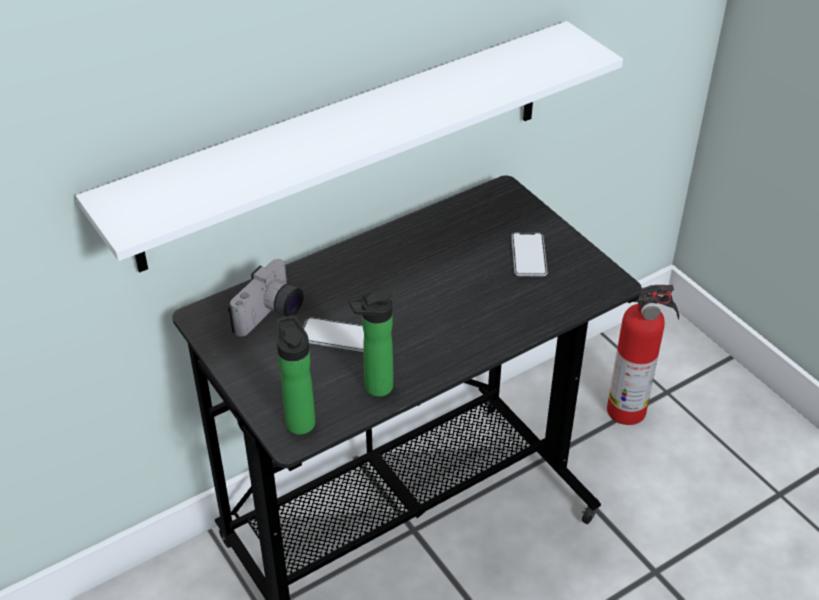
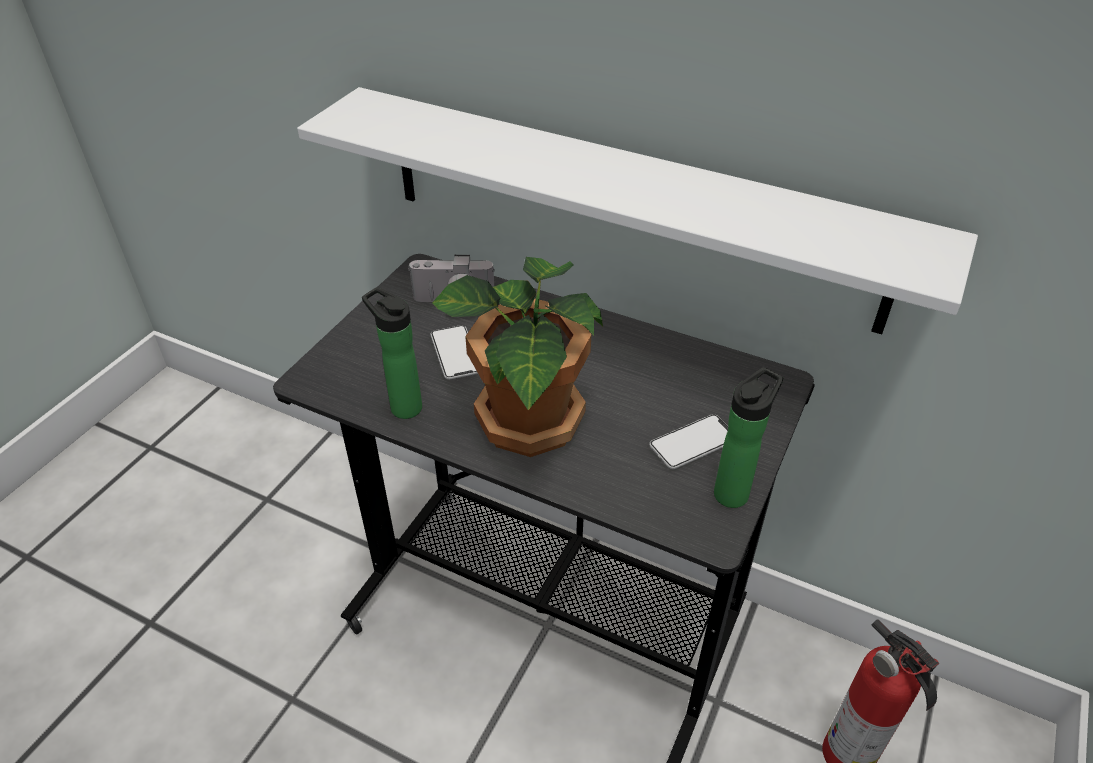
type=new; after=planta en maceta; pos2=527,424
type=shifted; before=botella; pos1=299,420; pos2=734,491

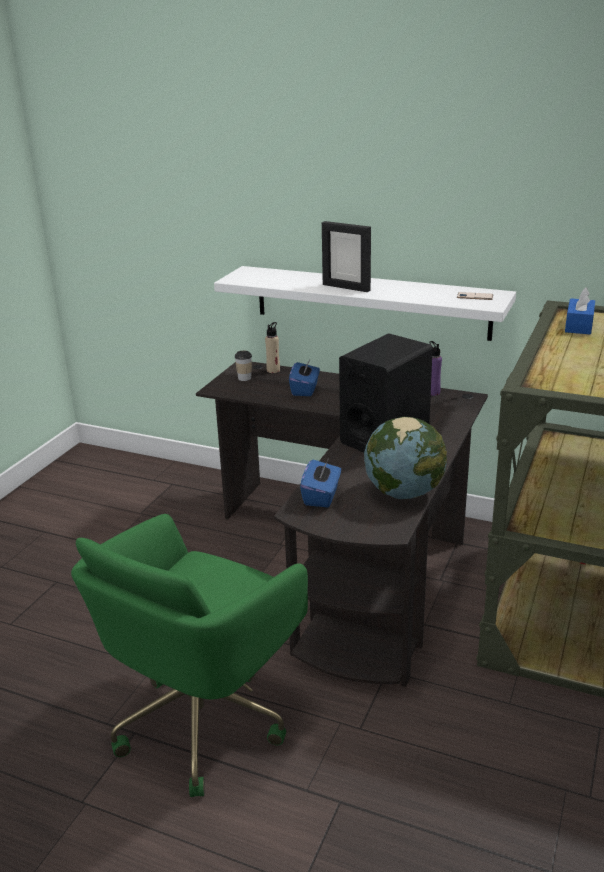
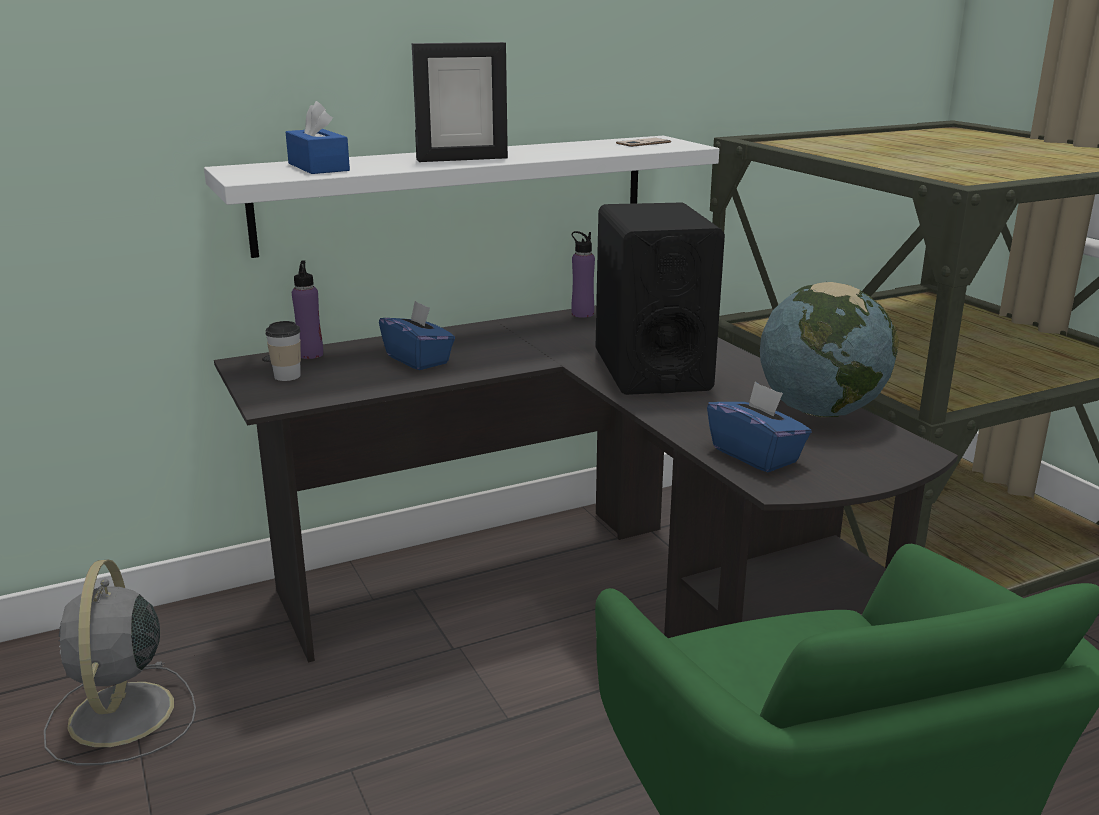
type=new; after=ventilador [gris]; pos2=121,717
type=shifted; before=caja de pañuelos [azul]; pos1=579,325; pos2=318,167
type=repainted; before=botella [beis]; after=botella [morado]; pos1=273,370; pos2=310,354

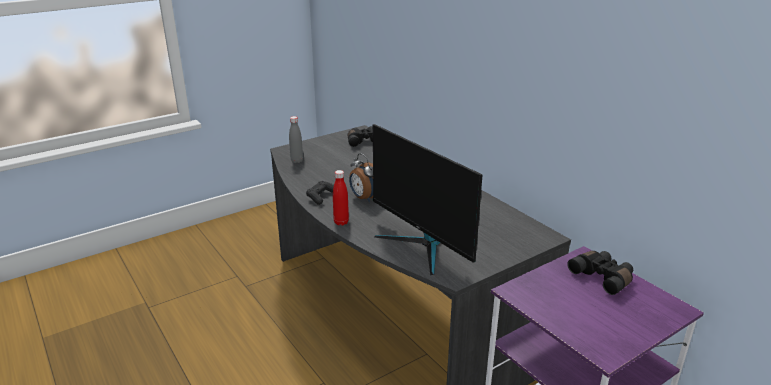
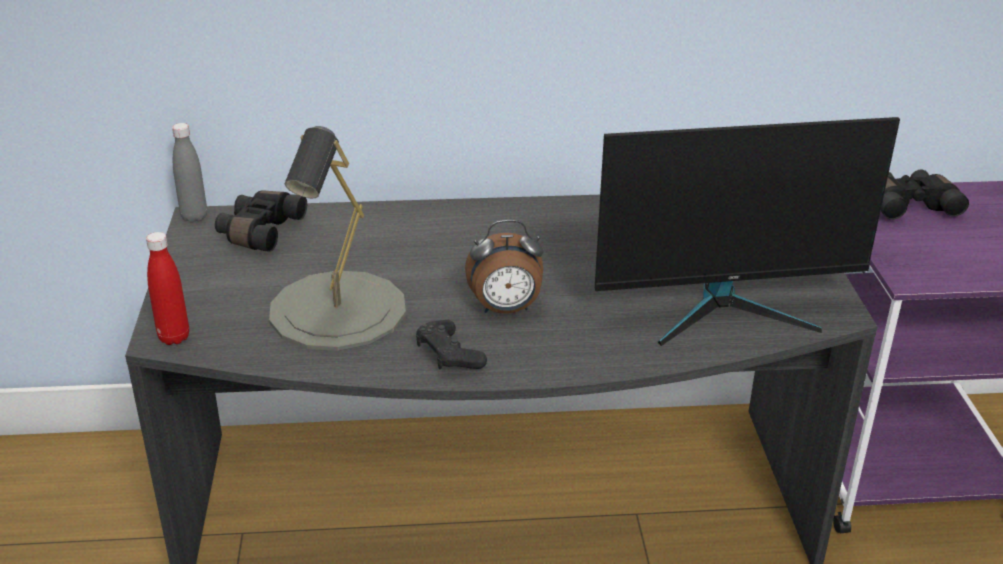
type=new; after=lámpara de mesa [gris]; pos2=338,310
type=shifted; before=botella [gris]; pos1=297,161; pos2=194,217
type=shifted; before=botella [rojo]; pos1=341,222; pos2=174,337

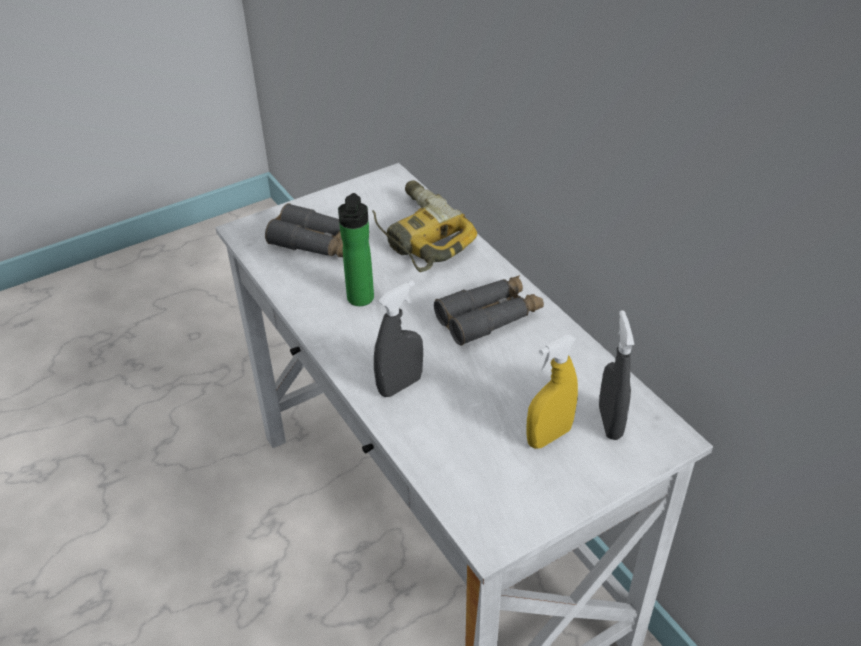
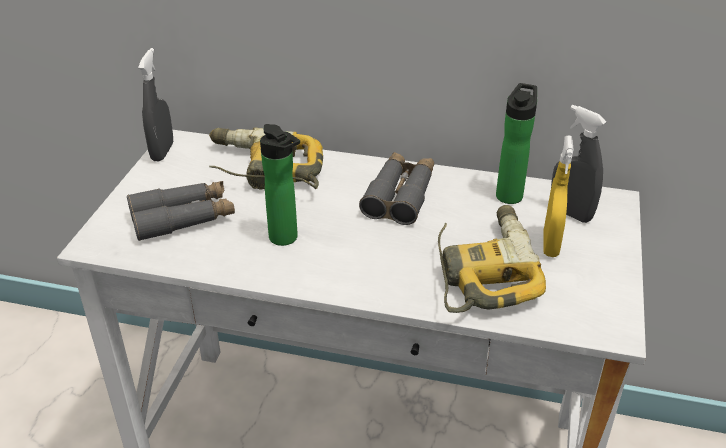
type=new; after=taladro; pos2=482,269
type=new; after=botella; pos2=510,194
type=shifted; before=pulverizador [gris]; pos1=400,385; pos2=162,152

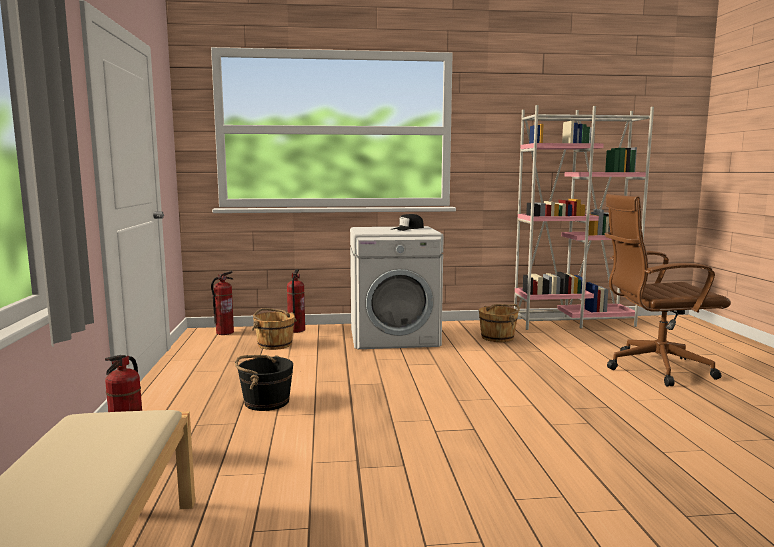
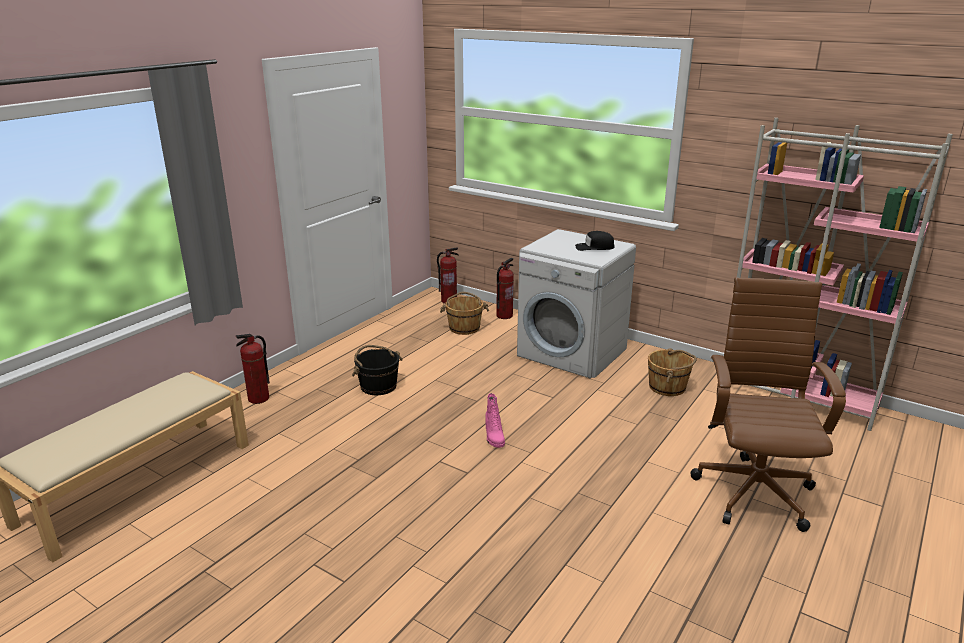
type=new; after=bota [rosa]; pos2=493,437
type=rotated; before=silla de oficina [marrón]; pos1=653,368; pos2=753,490; turn=60

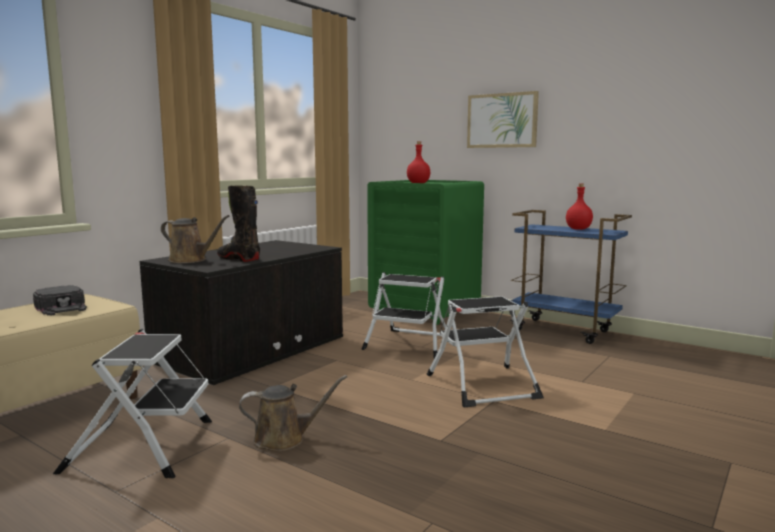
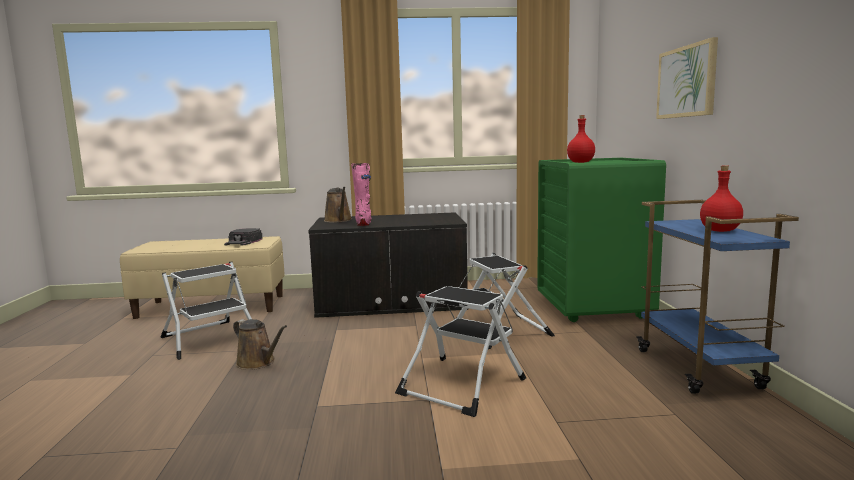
type=repainted; before=bota [negro]; after=bota [rosa]; pos1=239,259; pos2=363,223

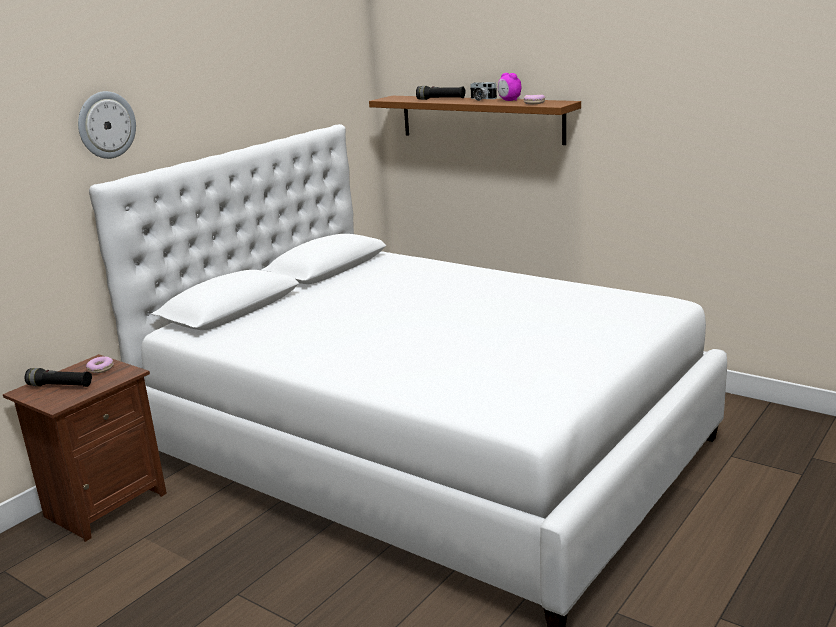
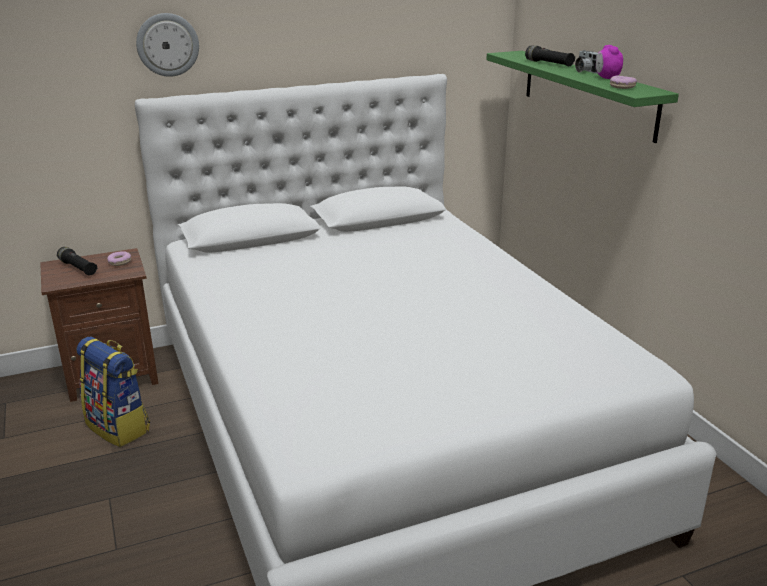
type=new; after=mochila; pos2=119,427
type=repainted; before=estante [marrón]; after=estante [verde]; pos1=480,119; pos2=587,93

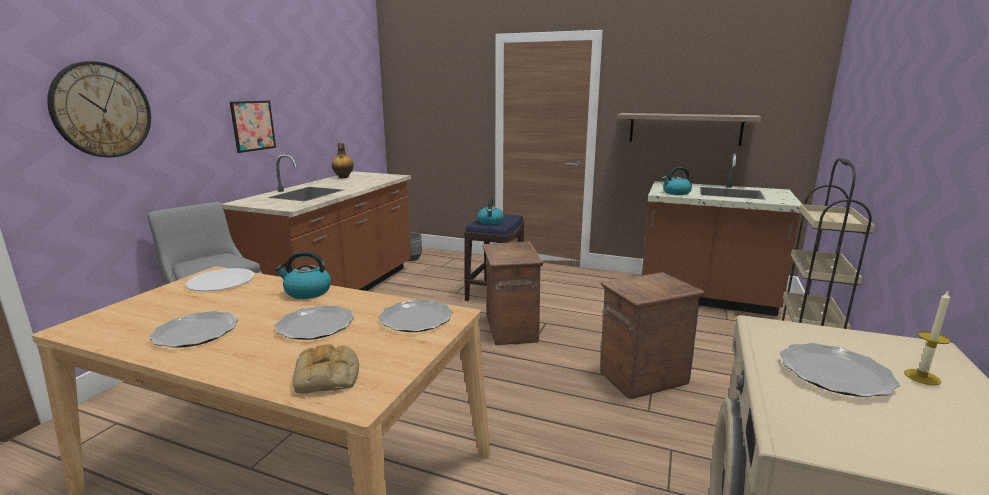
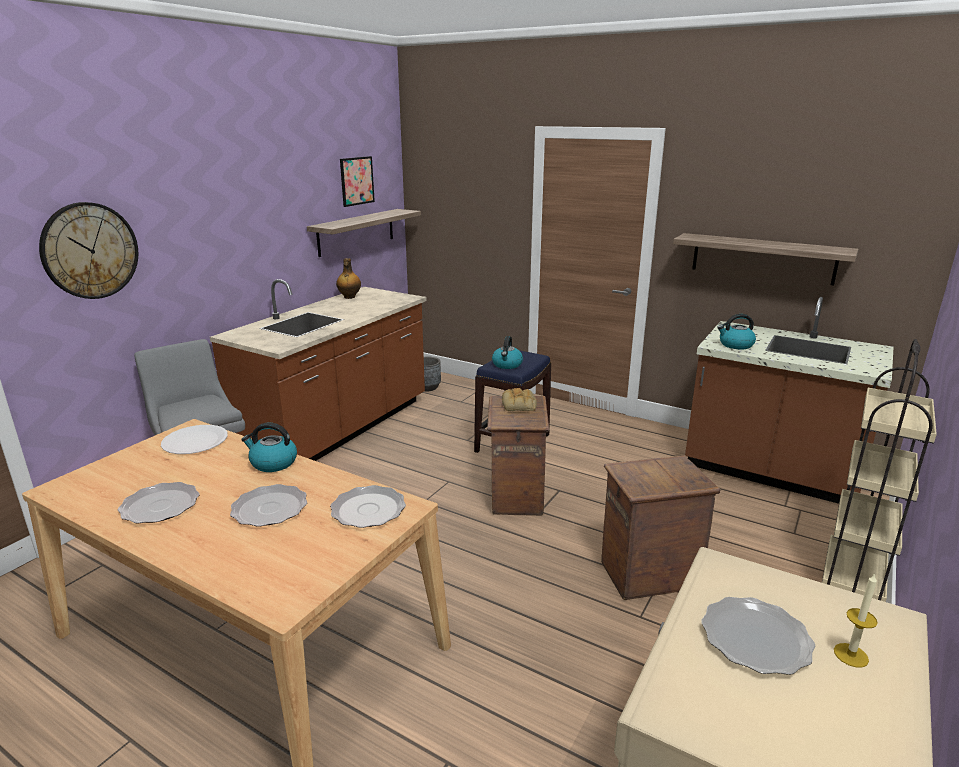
type=new; after=estante; pos2=356,232
type=shifted; before=cuadro; pos1=253,125; pos2=357,181
type=shifted; before=pan; pos1=328,376; pos2=519,405

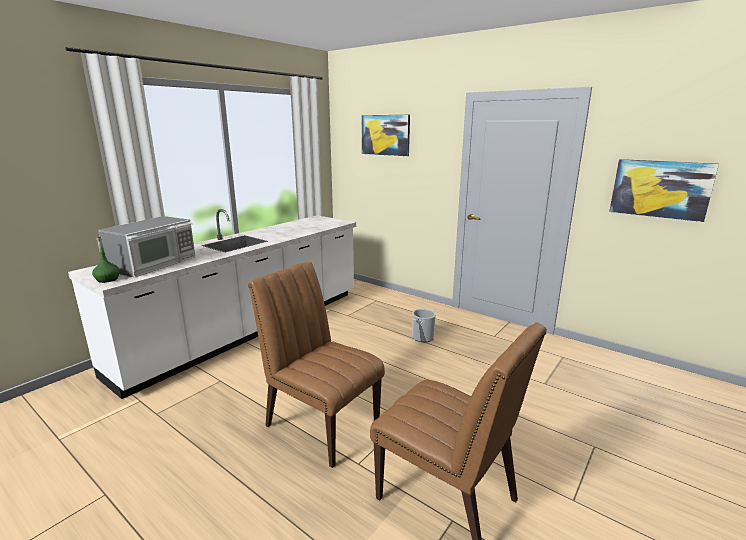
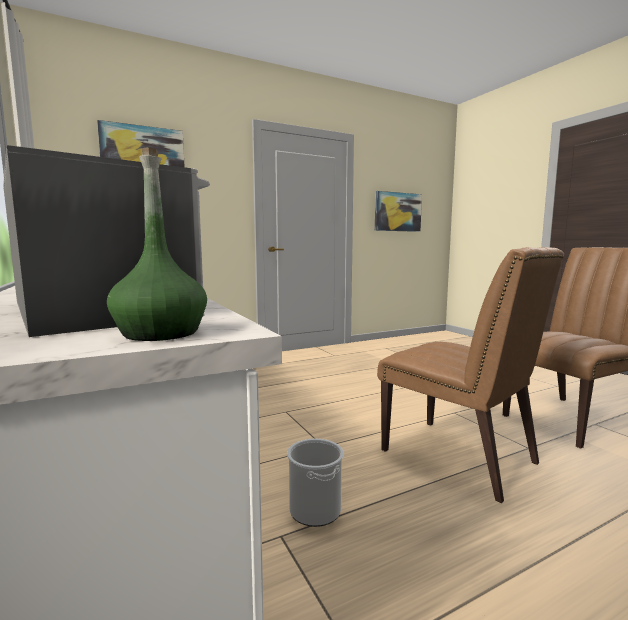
type=shifted; before=cubo; pos1=423,337; pos2=315,510
type=rotated; before=silla [marrón]; pos1=322,426; pos2=456,456; turn=-105

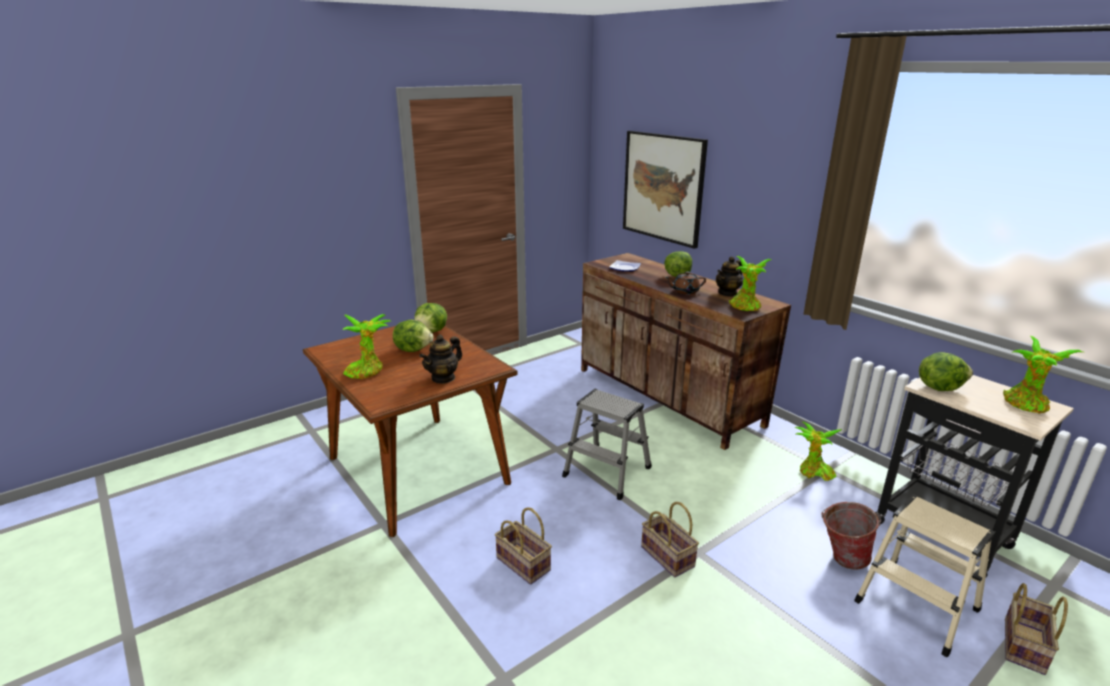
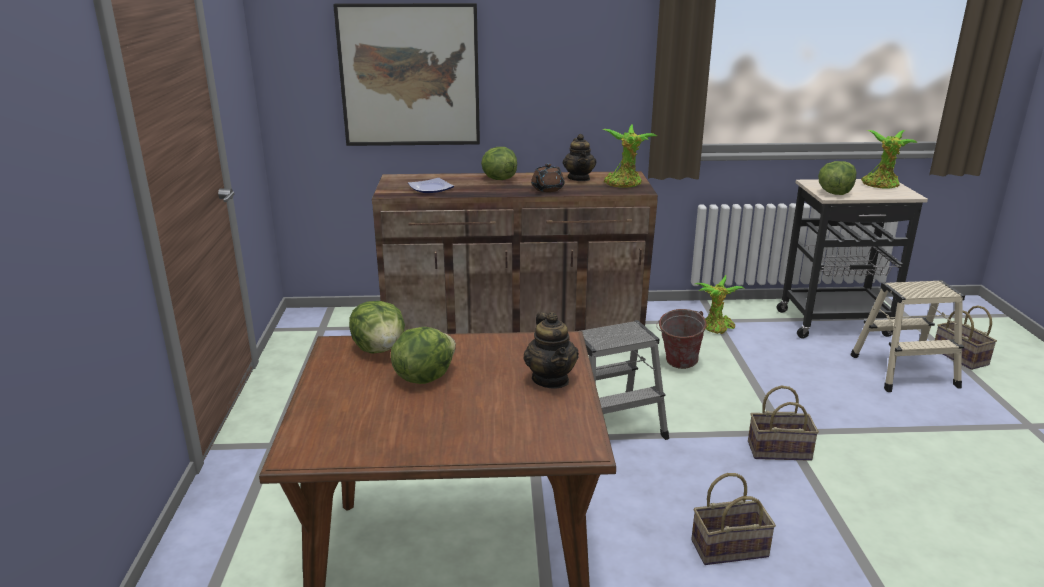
type=gone; before=planta en maceta; pos1=367,371
type=shifted; before=cubo; pos1=841,558; pos2=677,364

